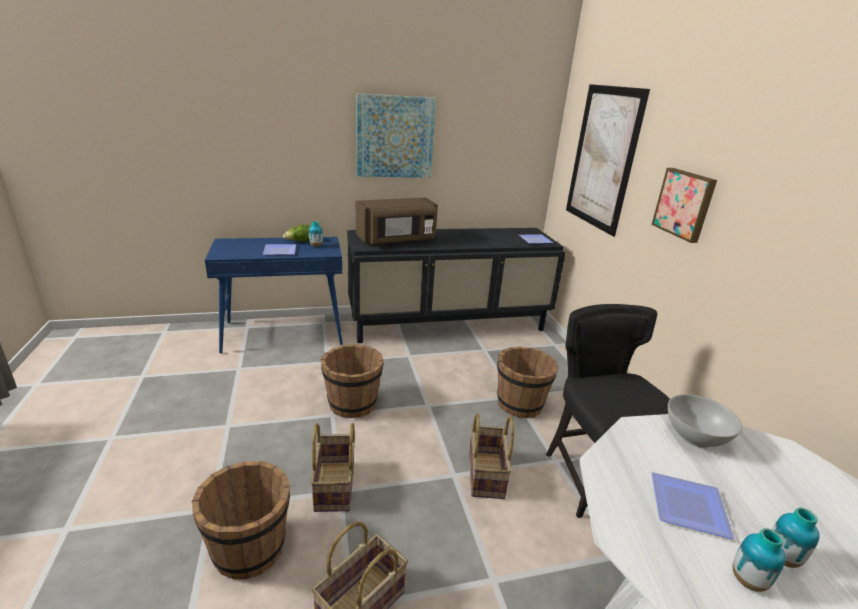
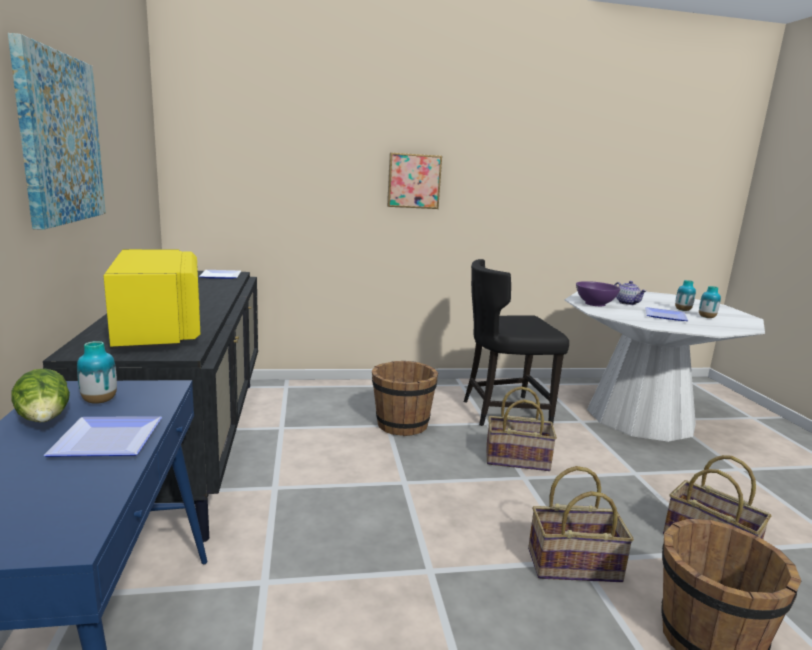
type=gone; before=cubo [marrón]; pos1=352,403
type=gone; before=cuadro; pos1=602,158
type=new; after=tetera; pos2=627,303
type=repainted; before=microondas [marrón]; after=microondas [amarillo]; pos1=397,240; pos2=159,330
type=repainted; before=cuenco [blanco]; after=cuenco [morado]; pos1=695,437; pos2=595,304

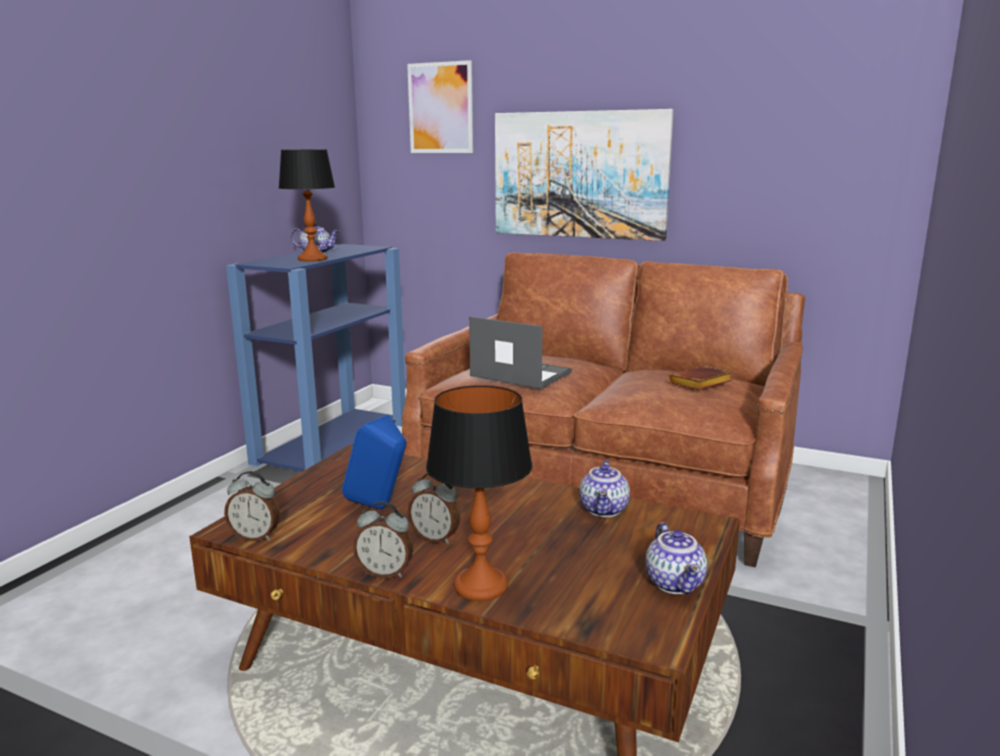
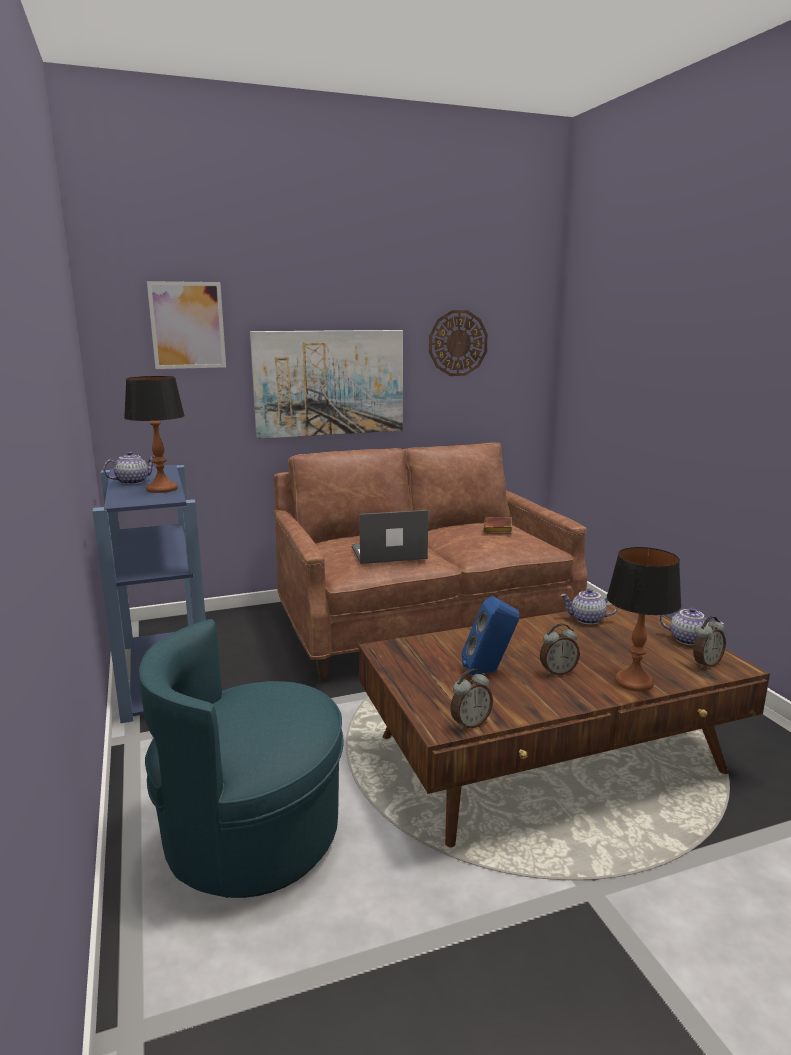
type=new; after=sillón [turquesa]; pos2=253,833
type=new; after=reloj de pared; pos2=458,343
type=shifted; before=despertador; pos1=385,572; pos2=705,663
type=rotated; before=tetera; pos1=605,510; pos2=587,620; turn=135

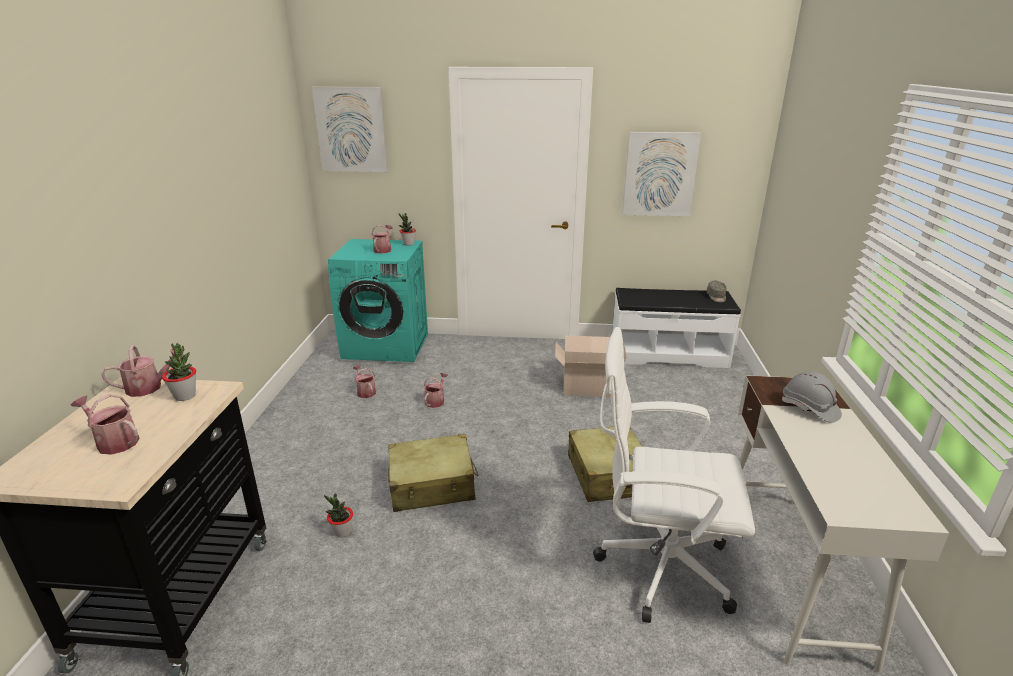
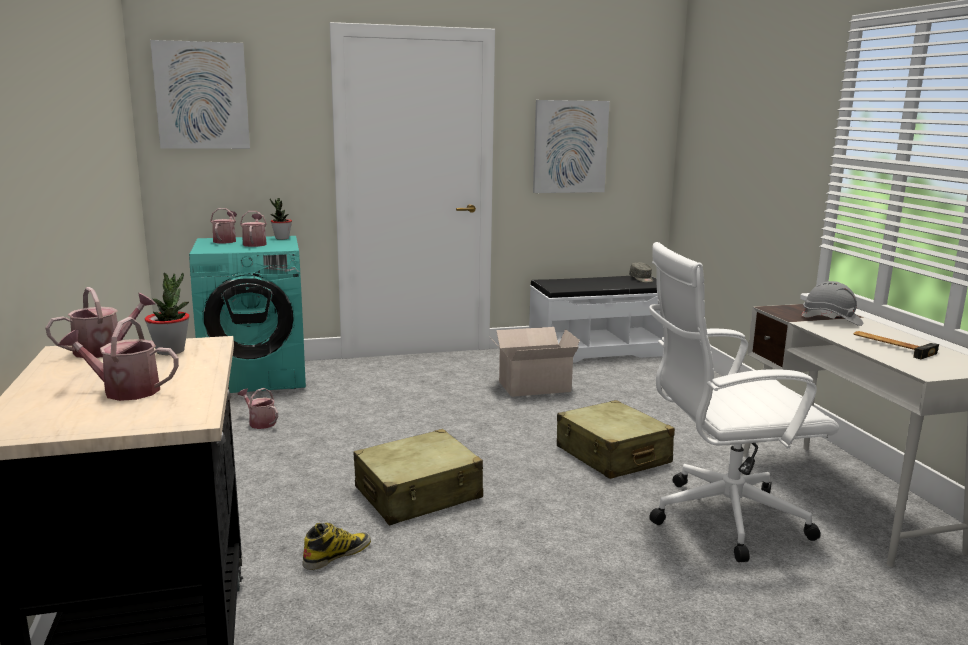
type=new; after=martillo; pos2=892,346
type=shifted; before=regadera; pos1=436,401; pos2=225,240
type=swapped; before=planta en maceta; after=bota; pos1=342,531; pos2=337,554

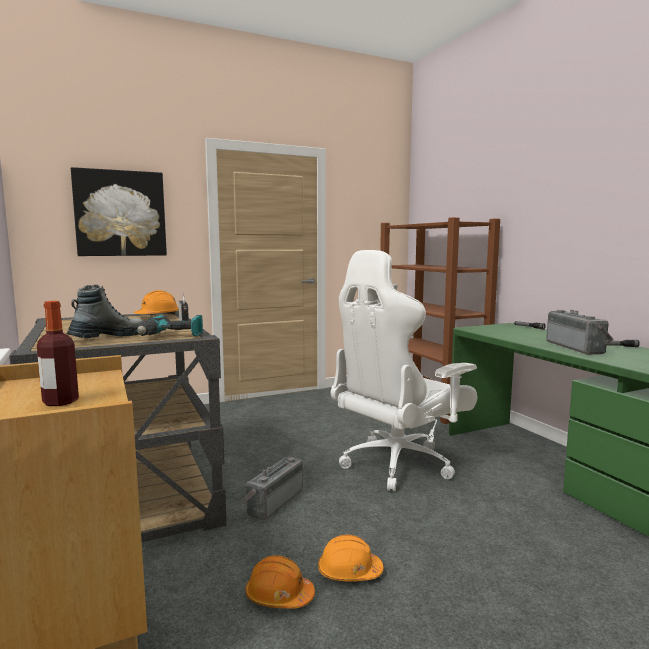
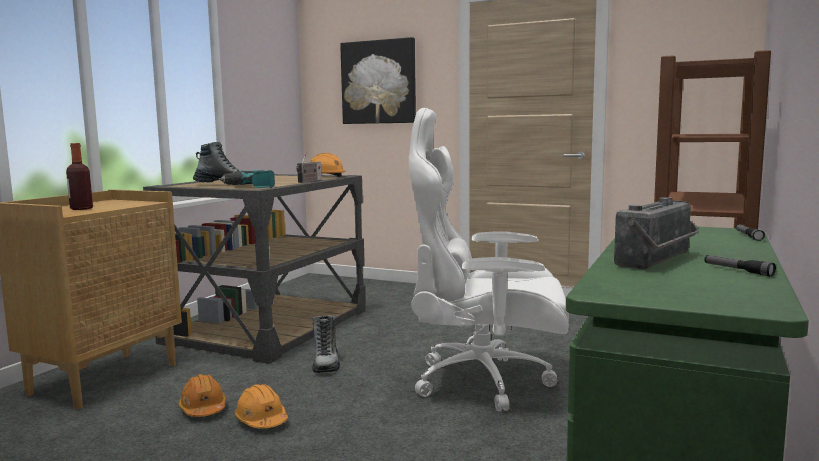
type=swapped; before=radio; after=bota; pos1=273,501; pos2=326,363

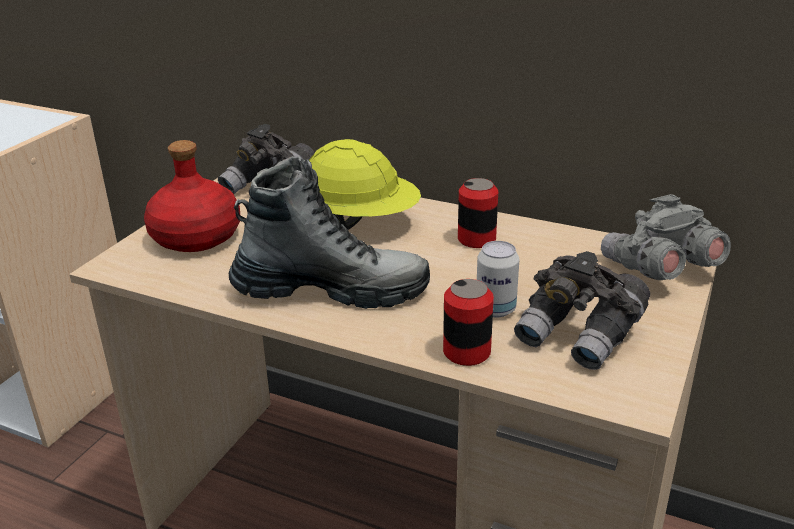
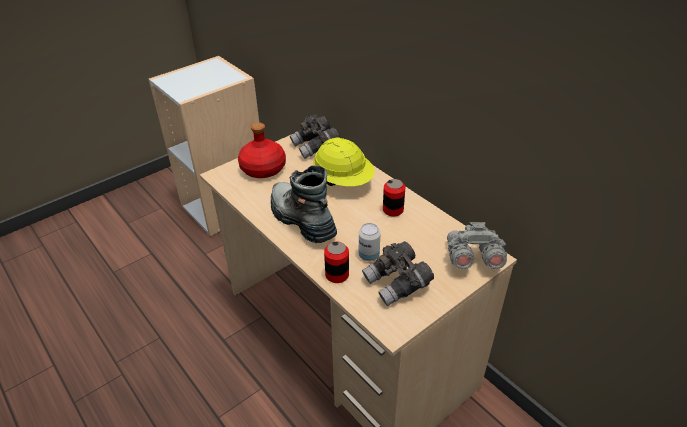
type=rotated; before=bota; pos1=331,291; pos2=301,220; turn=-150

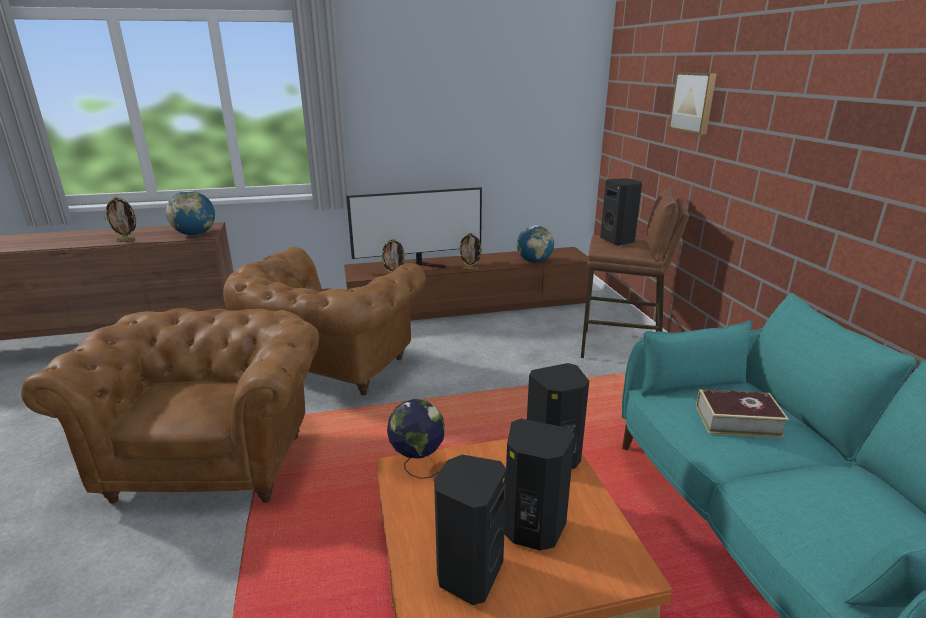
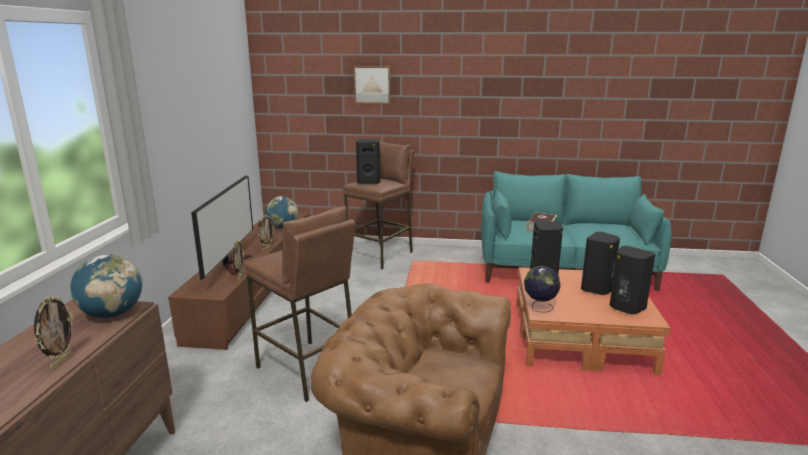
type=swapped; before=sillón [marrón]; after=taburete [marrón]; pos1=329,370; pos2=307,370

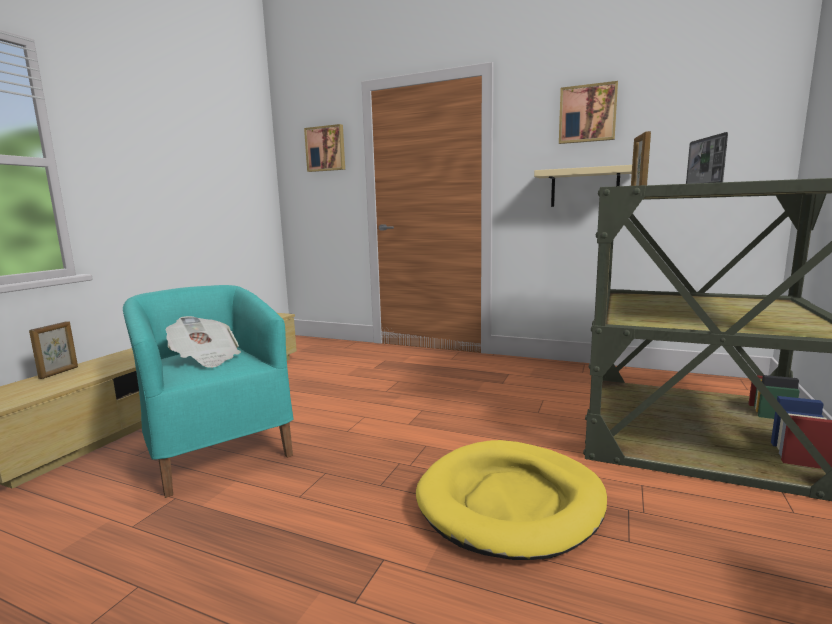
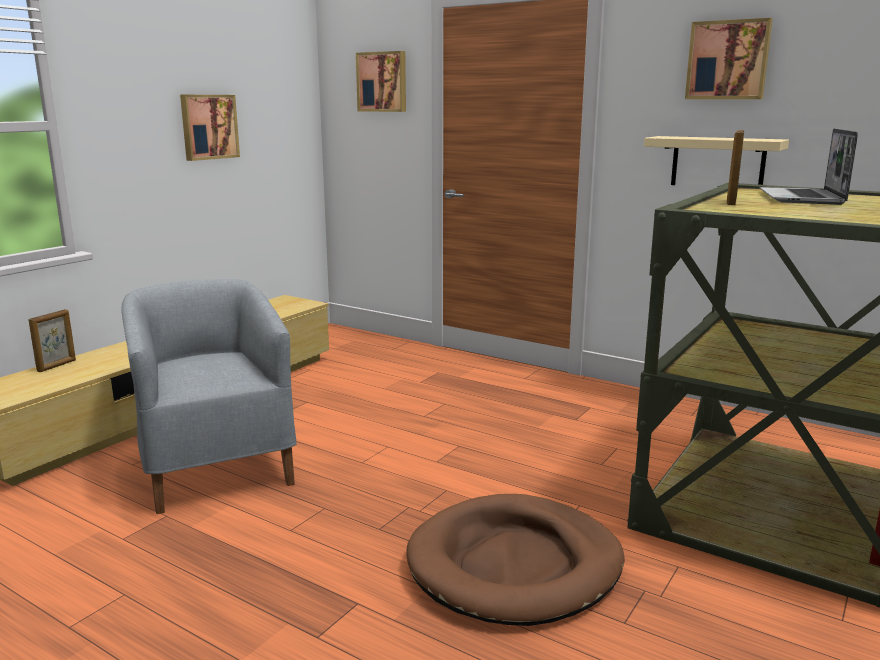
type=gone; before=periódico; pos1=206,358
type=new; after=cuadro; pos2=208,127
type=repainted; before=sillón [turquesa]; after=sillón [gris]; pos1=216,448; pos2=215,466
type=repainted; before=cama para perro [amarillo]; after=cama para perro [marrón]; pos1=511,502; pos2=515,565

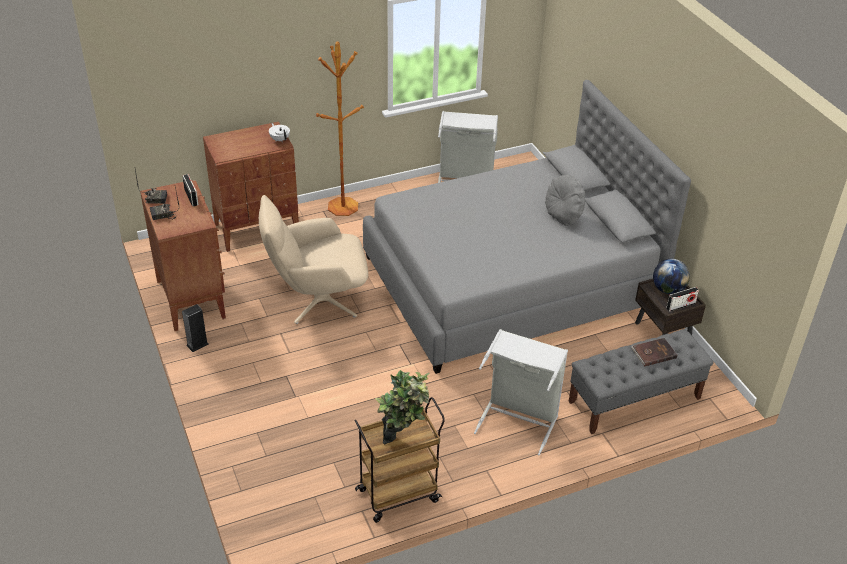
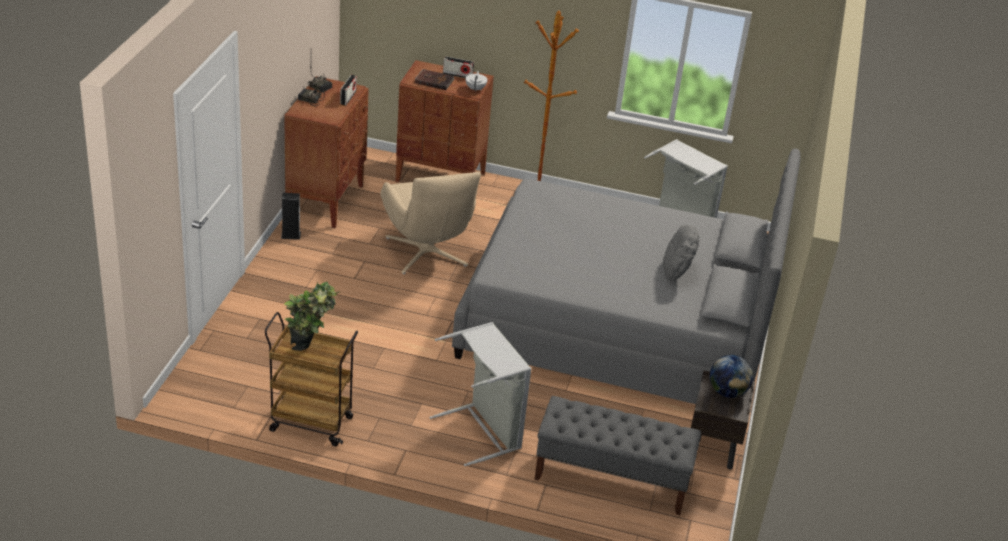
type=shifted; before=libro [marrón]; pos1=653,353; pos2=434,81
type=shifted; before=radio; pos1=681,305; pos2=457,75
type=rotated; before=sillón [beis]; pos1=319,299; pos2=426,253; turn=-135

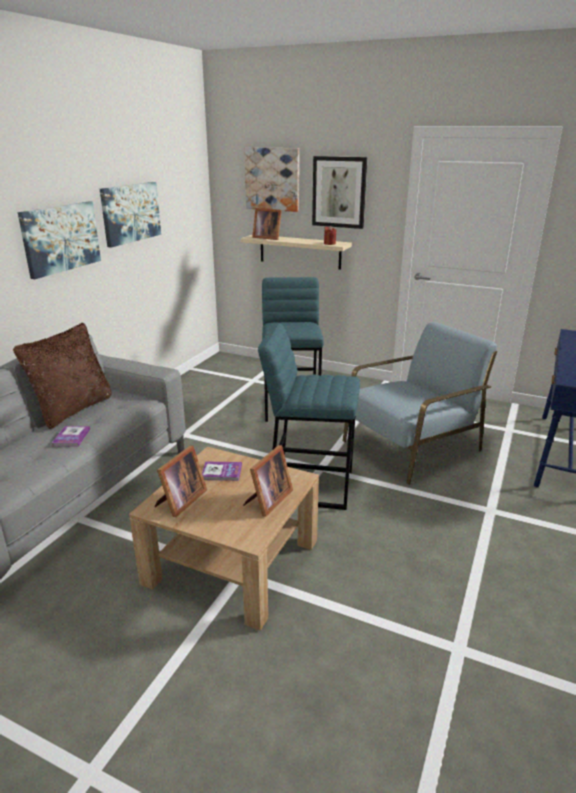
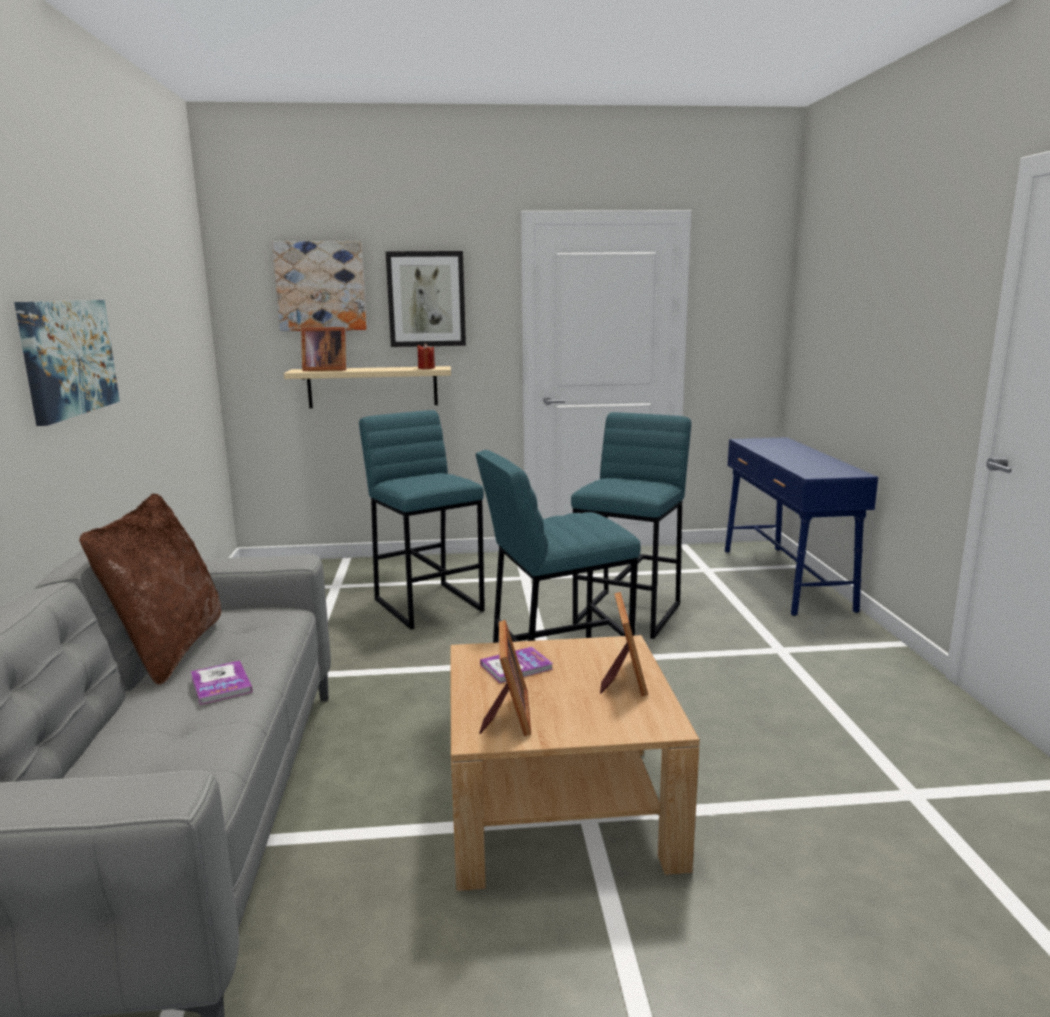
type=gone; before=cuadro; pos1=130,213
type=swapped; before=sillón [azul]; after=taburete [turquesa]; pos1=411,448; pos2=628,612

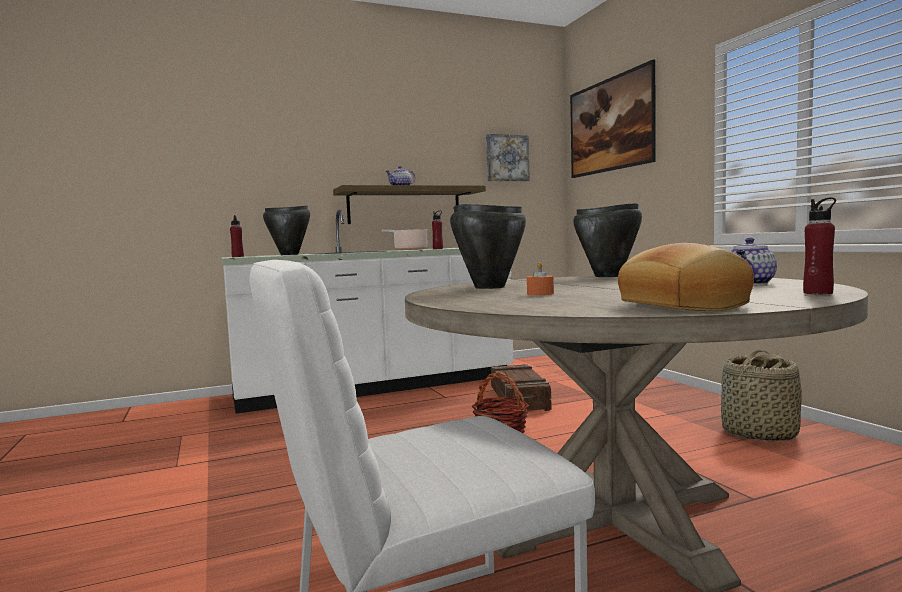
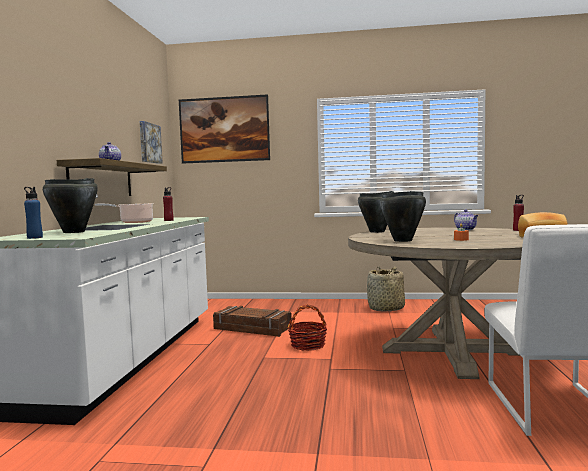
type=repainted; before=botella [rojo]; after=botella [azul]; pos1=237,256; pos2=35,237

